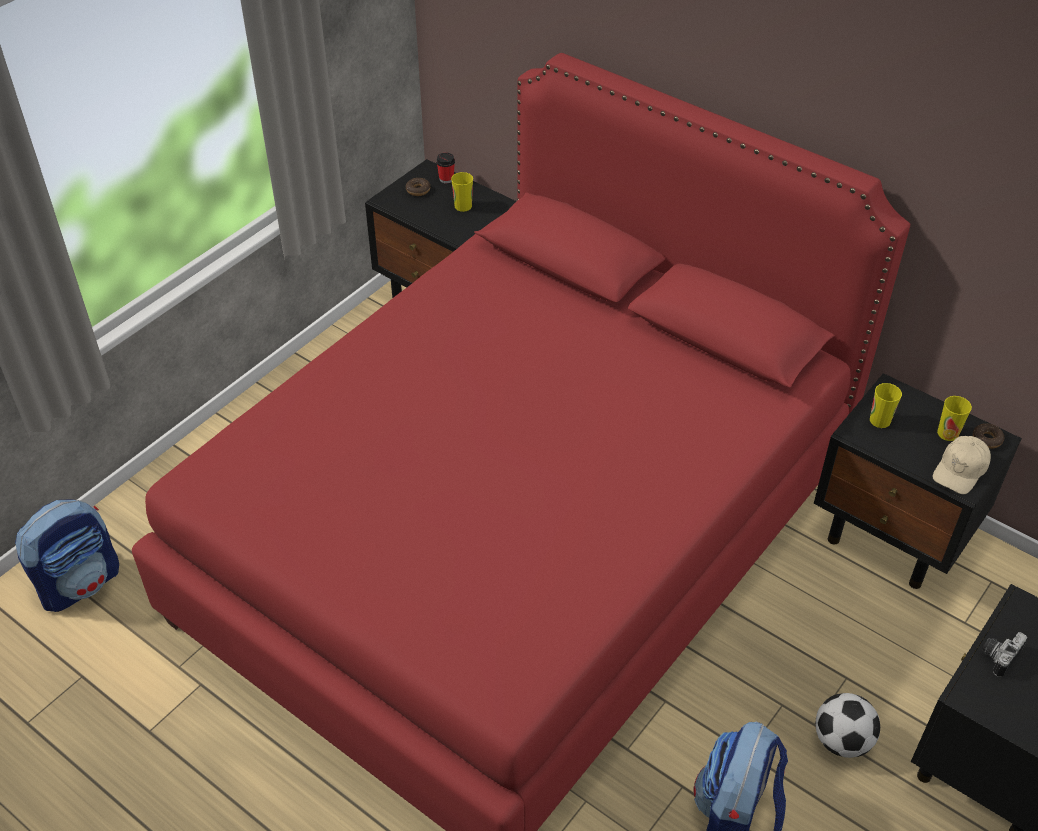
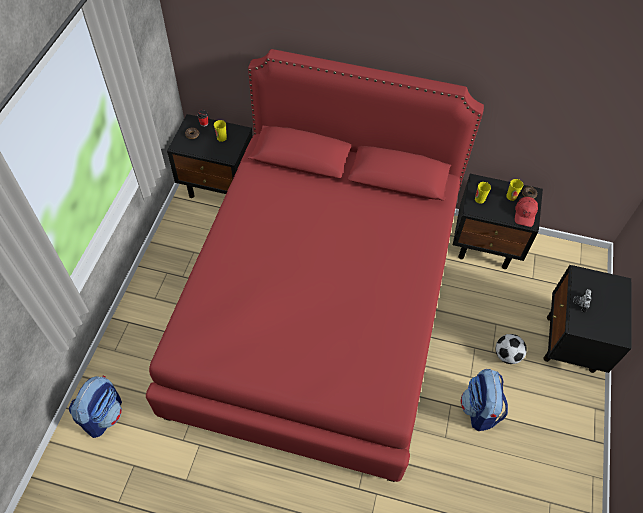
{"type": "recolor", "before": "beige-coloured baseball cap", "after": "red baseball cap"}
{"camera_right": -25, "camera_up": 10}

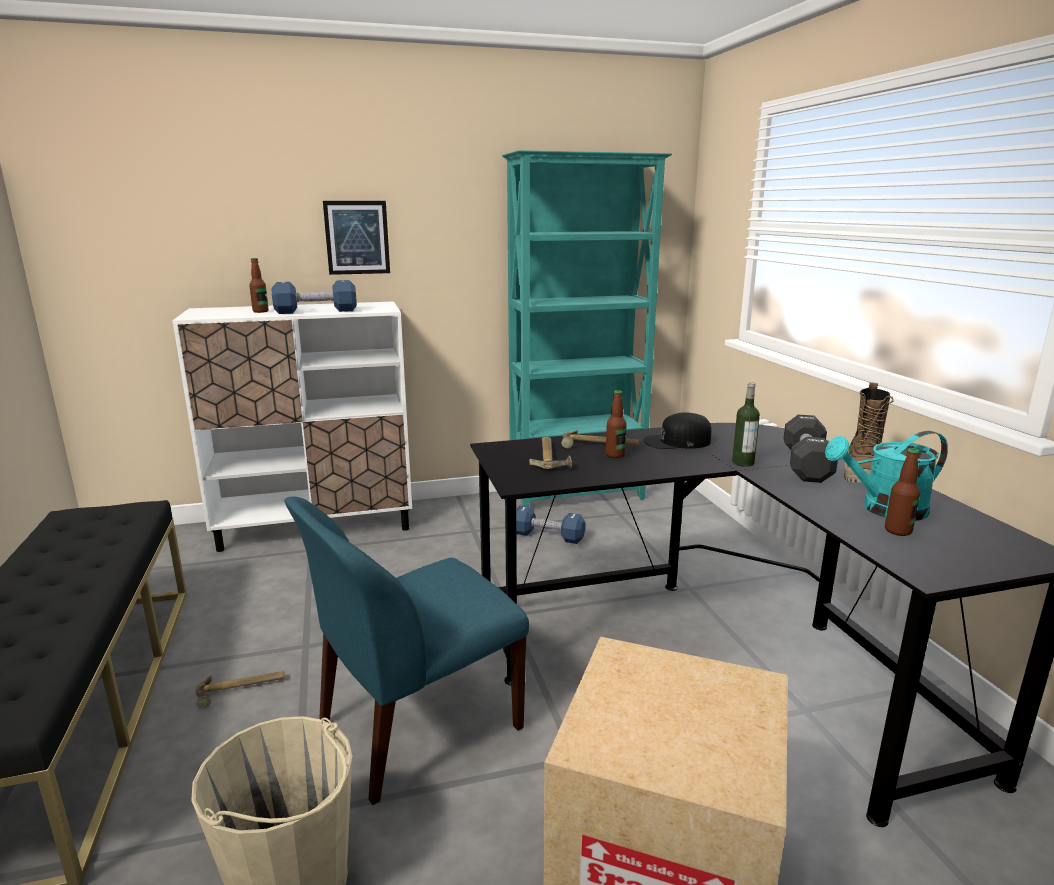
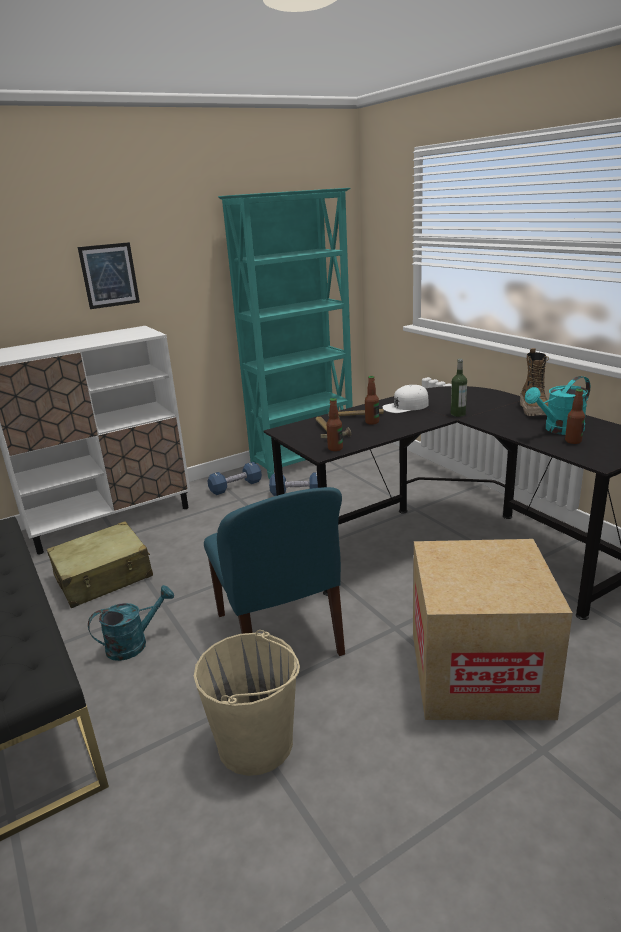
{"type": "move", "before": "bottle (1st from left)"}
{"type": "move", "before": "blue-coloured dumbbell (1st from left)"}
{"type": "recolor", "before": "blackish baseball cap", "after": "white-coloured baseball cap"}
{"type": "delete", "before": "blackish dumbbell"}
{"type": "rotate", "before": "blue-coloured chair", "turn": -60}
{"type": "replace", "before": "tool hammer (1st from left)", "after": "turquoise-coloured sprinkling can (1st from left)"}
{"type": "insert", "after": "beige-coloured suitcase"}
{"camera_right": -15, "camera_up": 5}

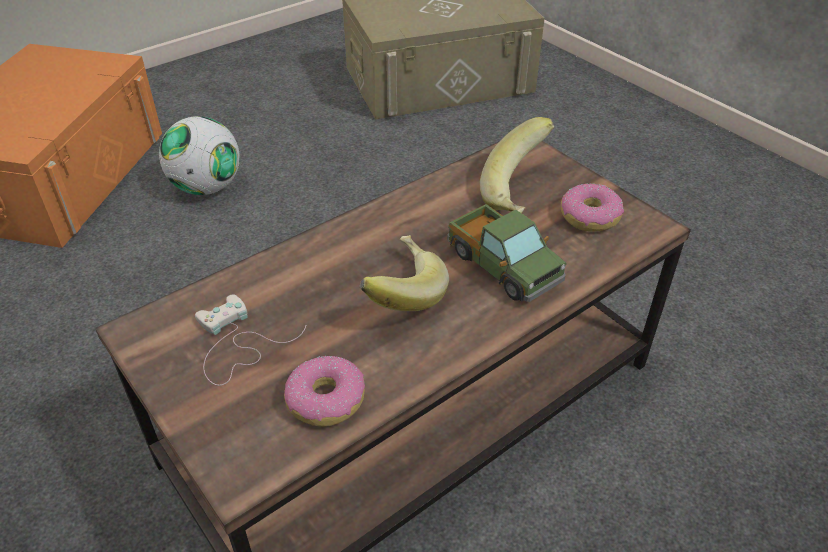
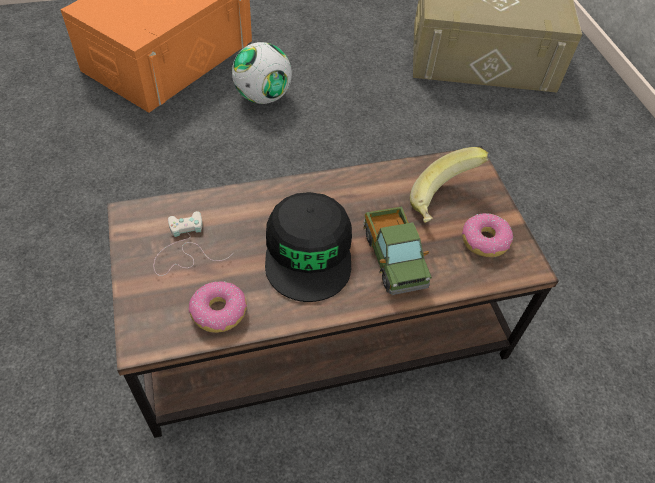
{"type": "replace", "before": "banana (1st from left)", "after": "blackish baseball cap"}
{"camera_right": 20, "camera_up": 10}

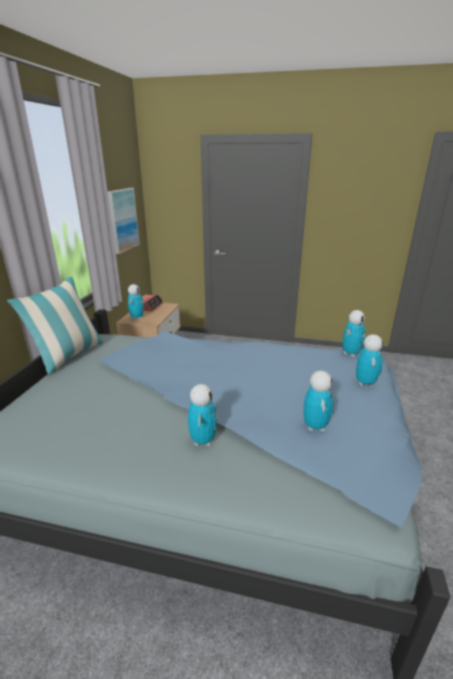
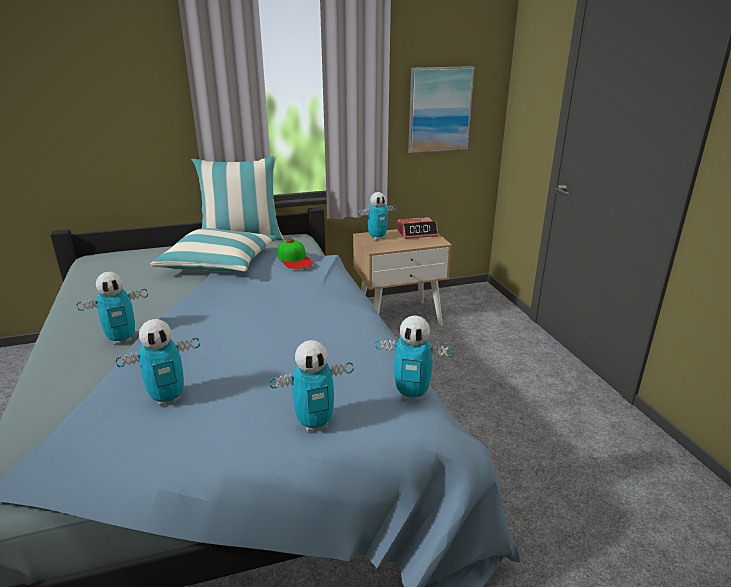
{"type": "insert", "after": "throw pillow (1st from left)"}
{"type": "insert", "after": "baseball cap"}
{"camera_right": 60, "camera_up": 0}

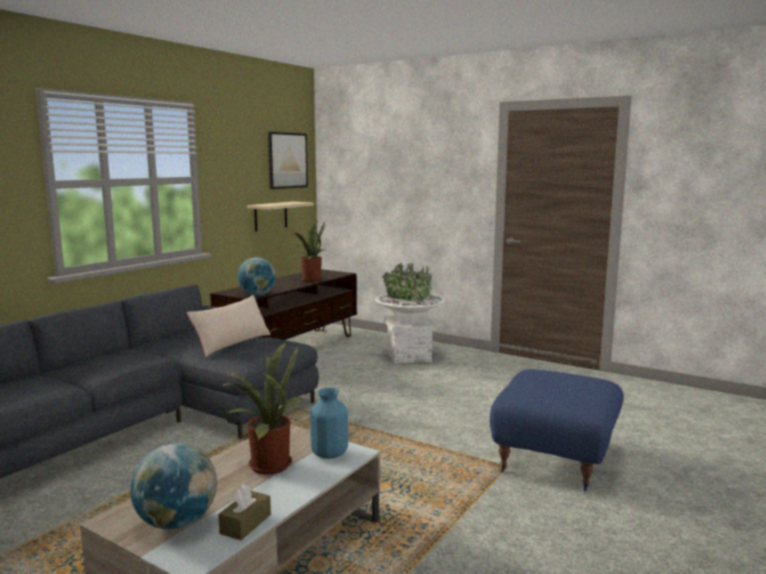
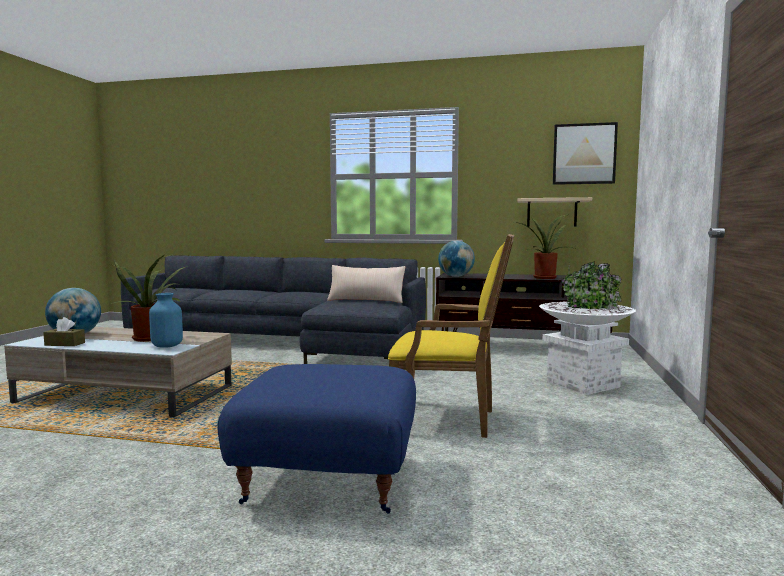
{"type": "insert", "after": "yellow lounge chair"}
{"camera_right": 70, "camera_up": -5}

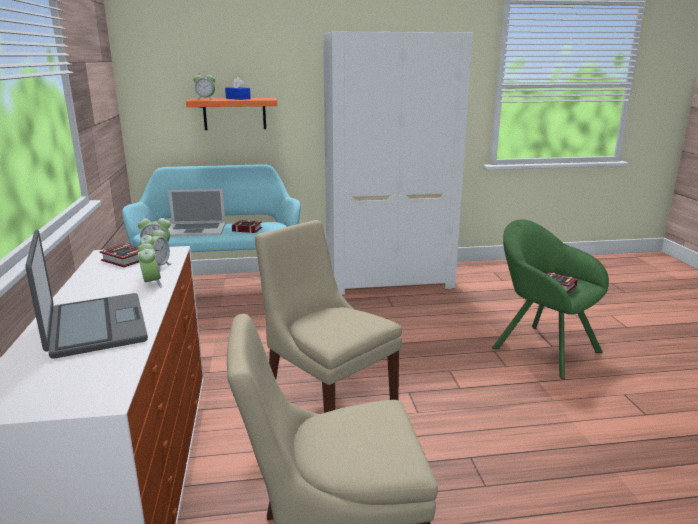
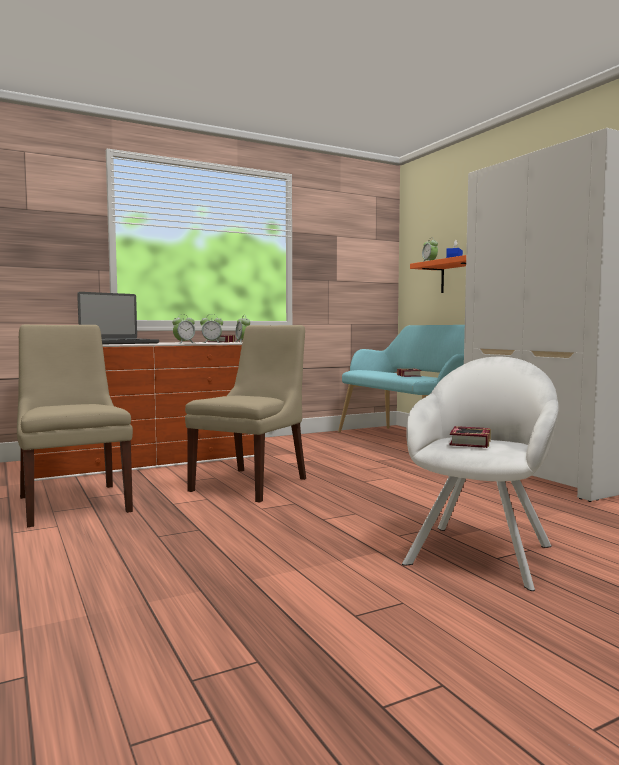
{"type": "delete", "before": "portable computer (2nd from left)"}
{"type": "recolor", "before": "green lounge chair", "after": "white-coloured lounge chair"}
{"camera_right": 70, "camera_up": -15}

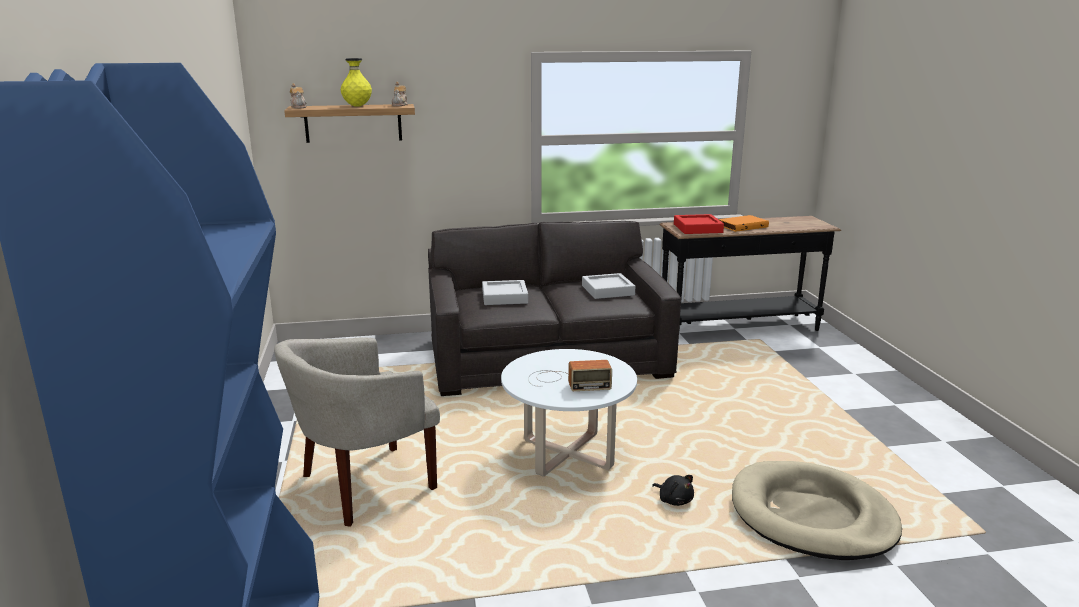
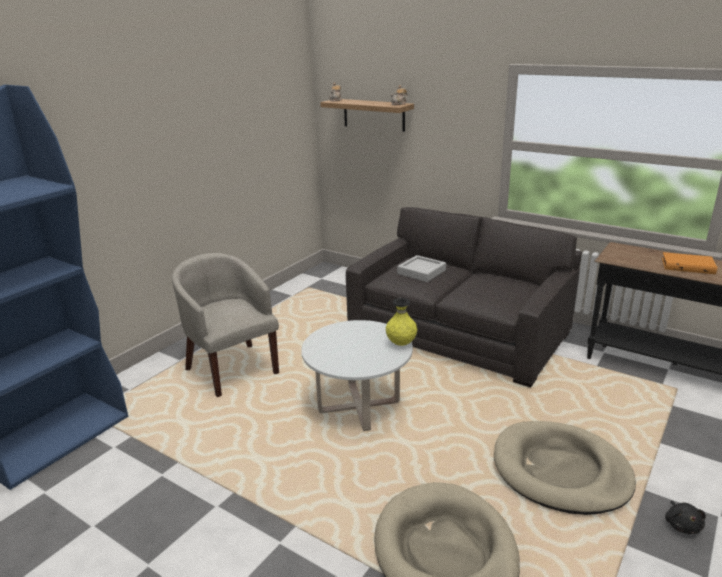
{"type": "move", "before": "yellow flower vase"}
{"type": "delete", "before": "red carrying tray"}
{"type": "delete", "before": "gray carrying tray (2nd from left)"}
{"type": "rotate", "before": "beige-coloured lounge chair", "turn": 45}
{"type": "delete", "before": "radio set"}
{"type": "move", "before": "blackish soft toy"}
{"type": "insert", "after": "beige-coloured pet bed (2nd from left)"}
{"camera_right": 45, "camera_up": 5}

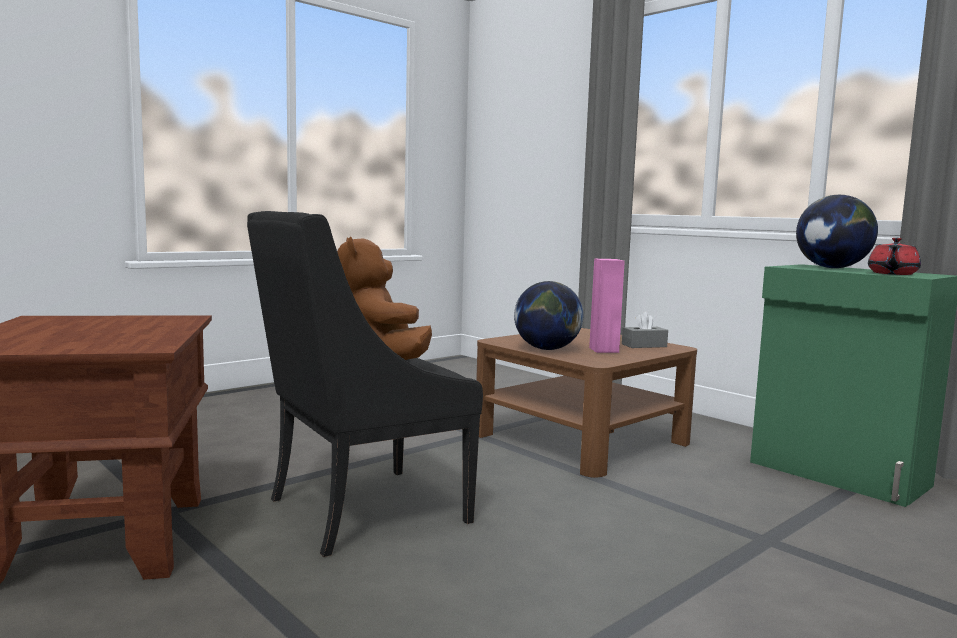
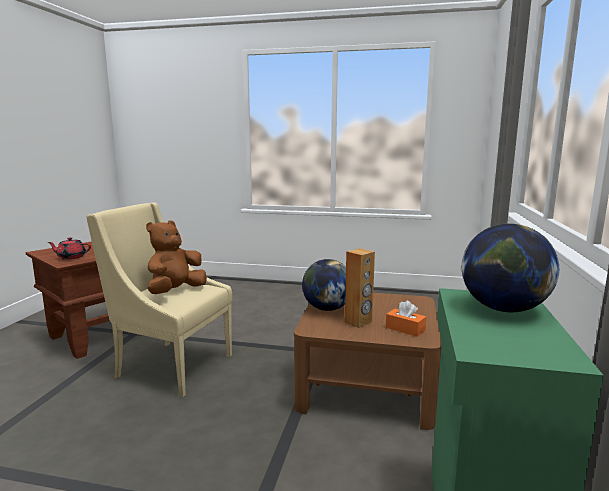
{"type": "recolor", "before": "blackish lounge chair", "after": "beige-coloured lounge chair"}
{"type": "move", "before": "red tea pot"}
{"type": "recolor", "before": "pink-coloured audio speaker", "after": "brown-coloured audio speaker"}
{"type": "recolor", "before": "gray tissue box", "after": "orange-coloured tissue box"}
{"camera_right": 55, "camera_up": 5}

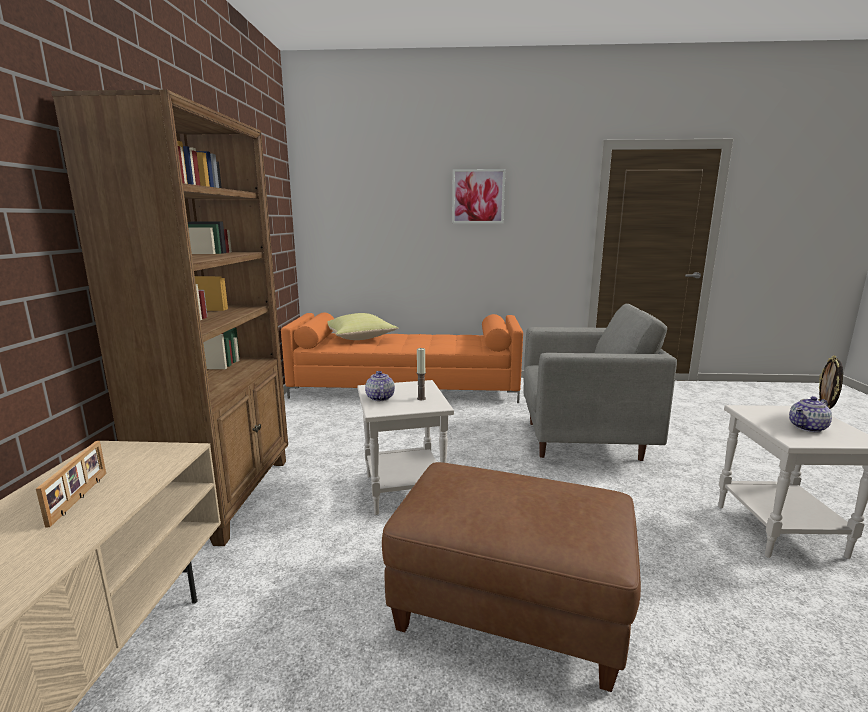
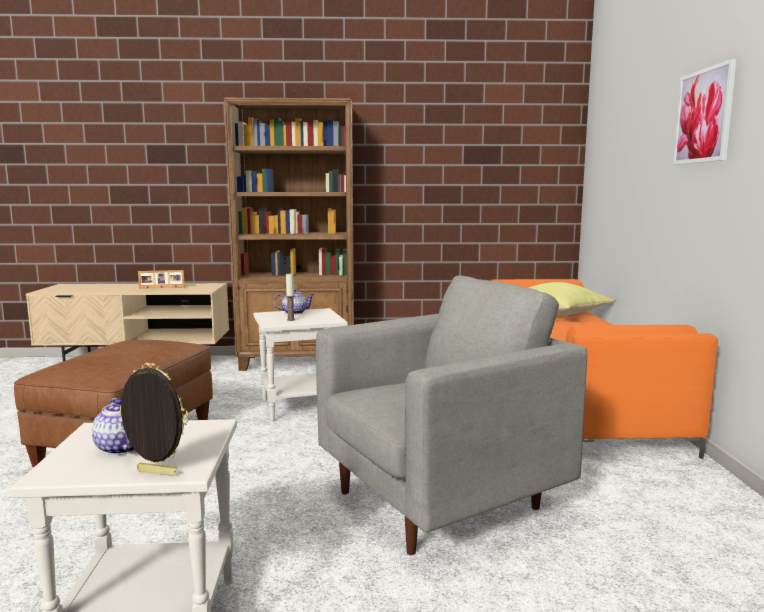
{"type": "rotate", "before": "gray lounge chair", "turn": -120}
{"camera_right": 85, "camera_up": -5}

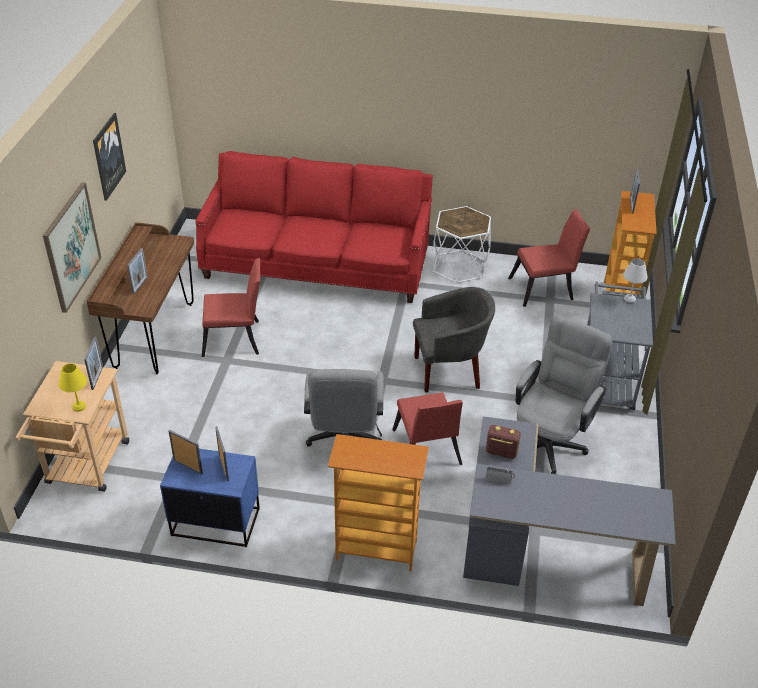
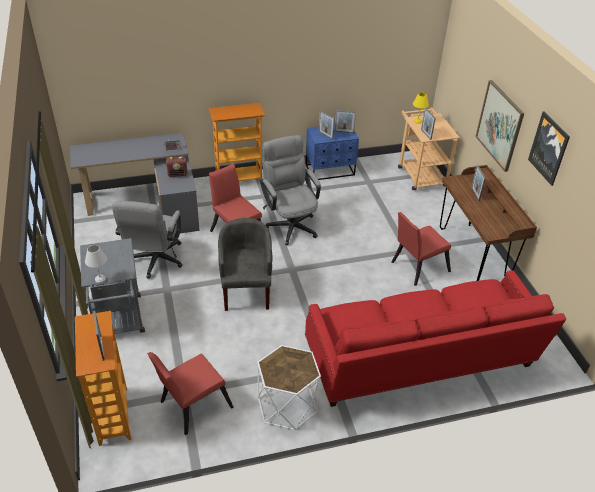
{"type": "rotate", "before": "gray lounge chair", "turn": 120}
{"camera_right": 155, "camera_up": 0}

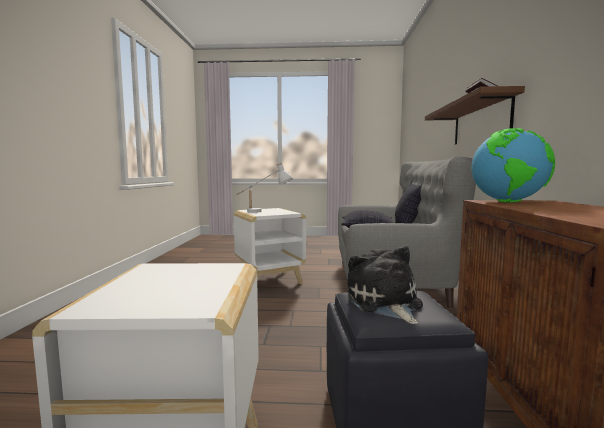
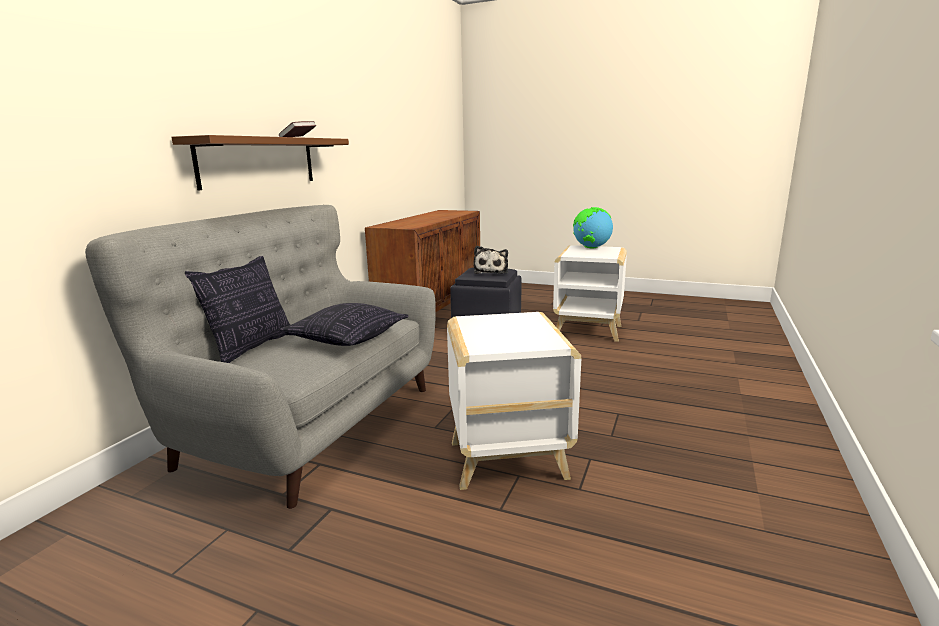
{"type": "move", "before": "world globe"}
{"type": "delete", "before": "white-coloured tabletop lamp"}
{"camera_right": -160, "camera_up": 10}

